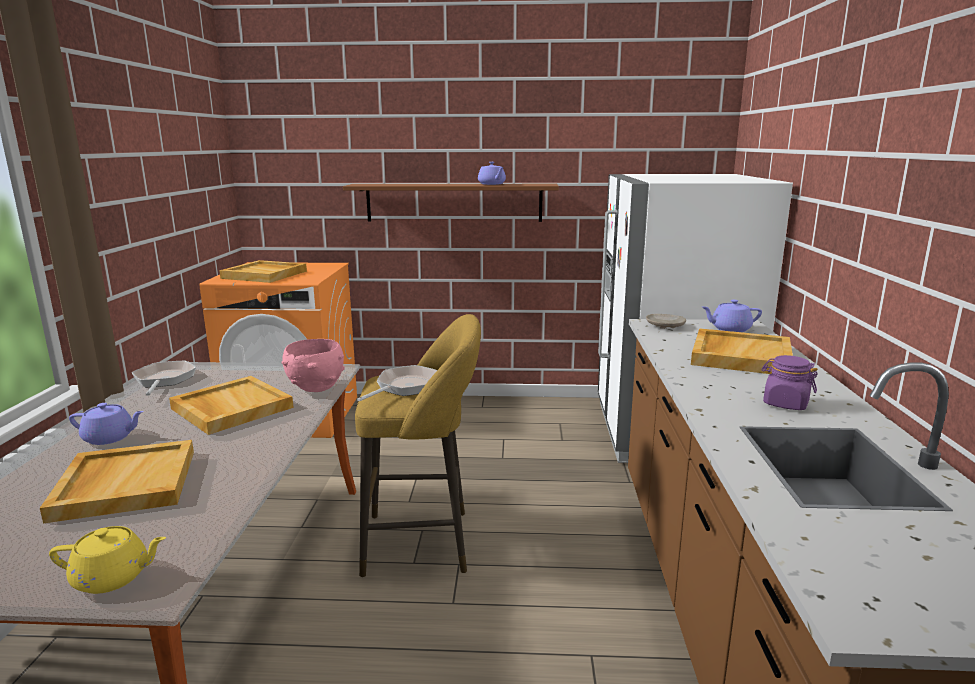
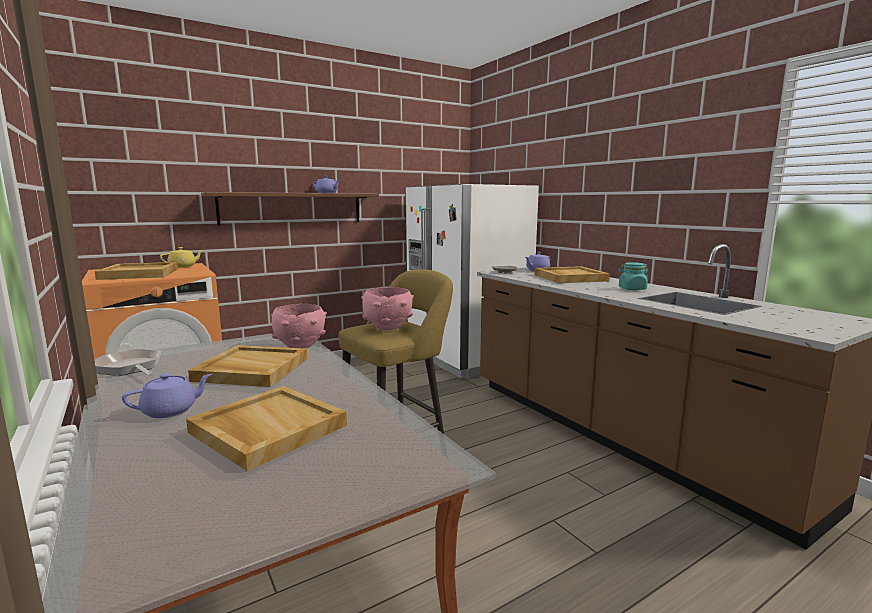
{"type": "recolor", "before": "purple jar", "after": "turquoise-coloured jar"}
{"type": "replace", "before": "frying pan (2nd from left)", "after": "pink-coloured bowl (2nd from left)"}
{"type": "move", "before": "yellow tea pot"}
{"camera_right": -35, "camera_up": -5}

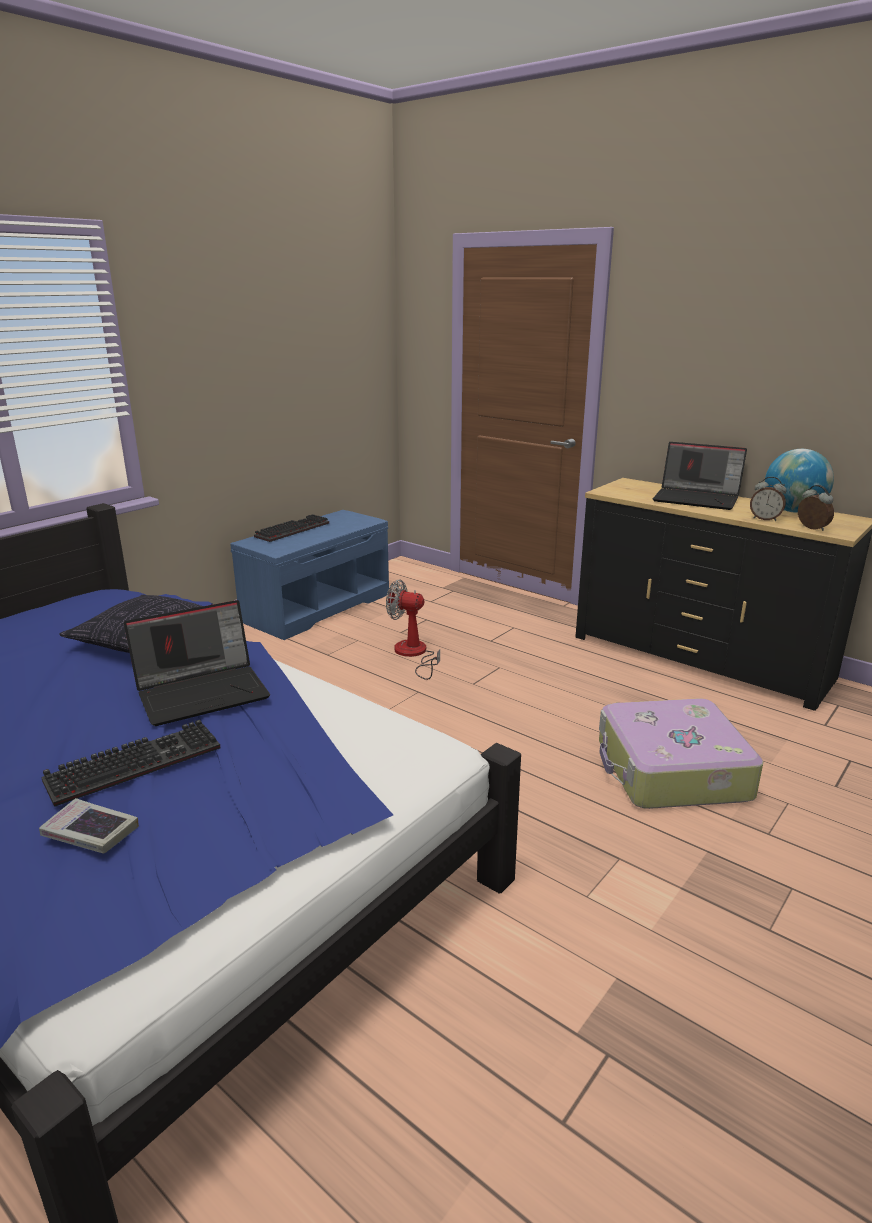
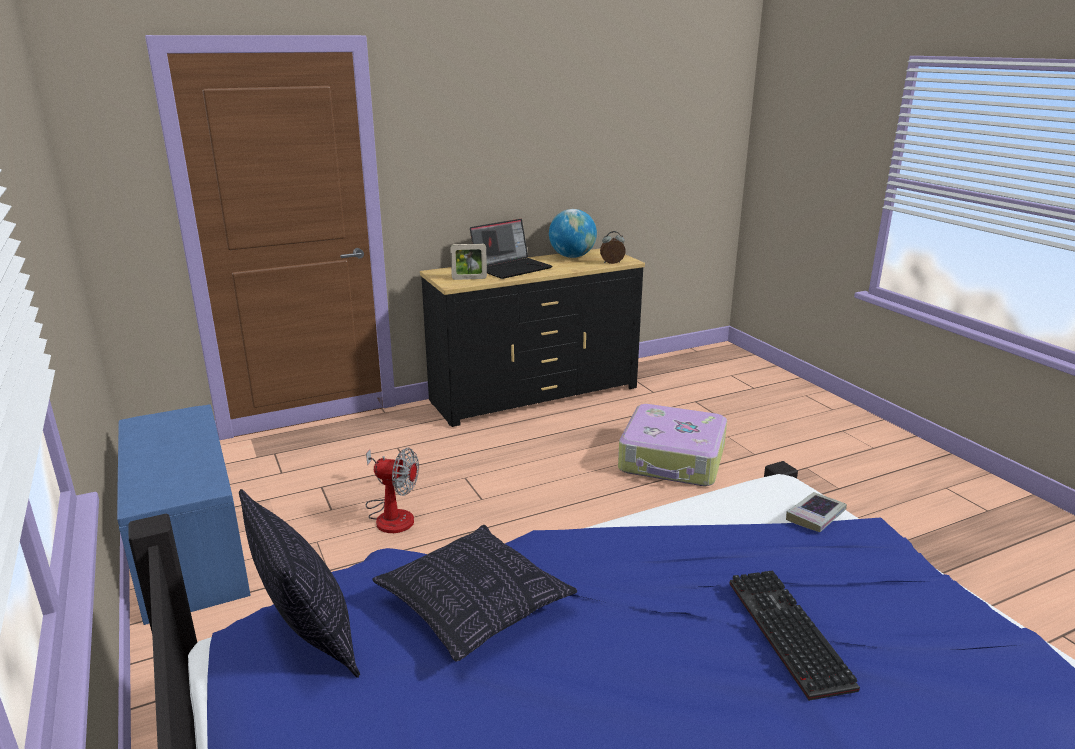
{"type": "delete", "before": "table clock (1st from left)"}
{"type": "delete", "before": "keyboard (2nd from left)"}
{"type": "rotate", "before": "fan", "turn": -120}
{"type": "delete", "before": "portable computer (1st from left)"}
{"type": "move", "before": "bound book"}
{"type": "insert", "after": "photo frame"}
{"type": "insert", "after": "throw pillow (1st from left)"}
{"camera_right": -65, "camera_up": 0}

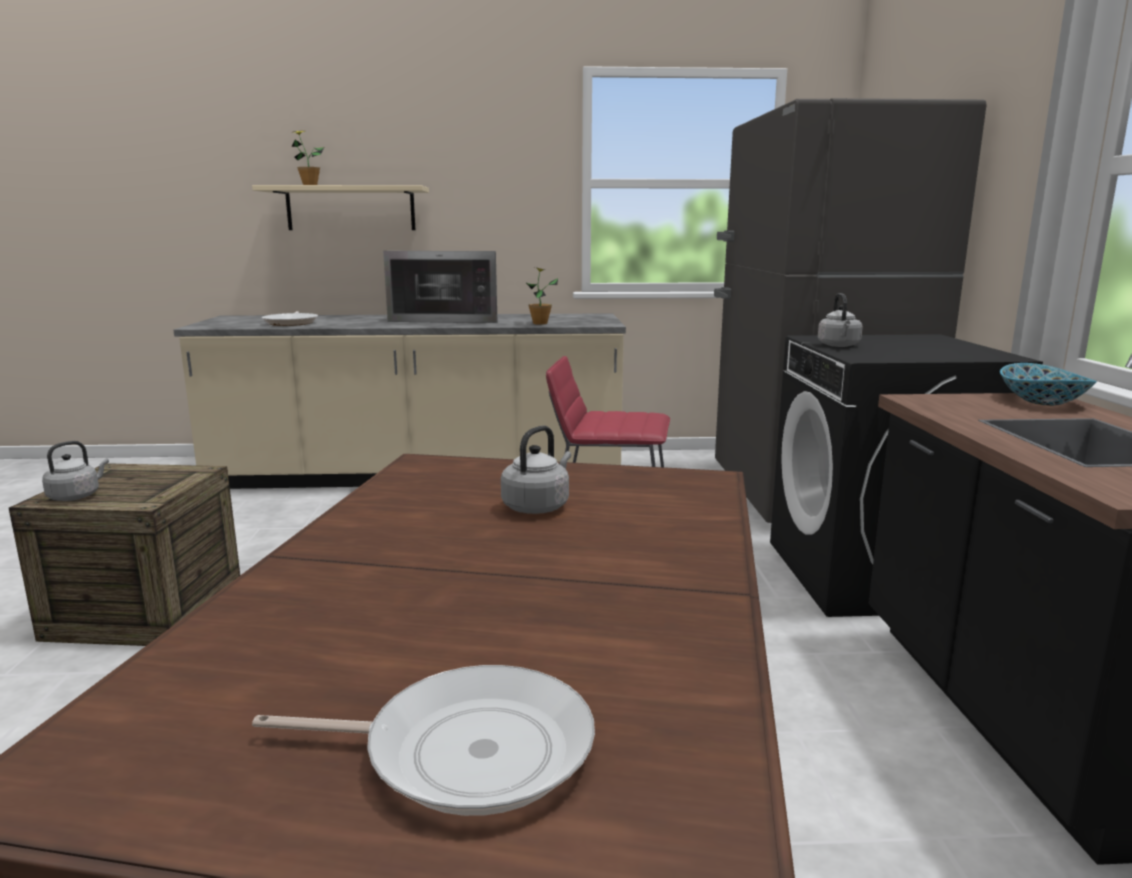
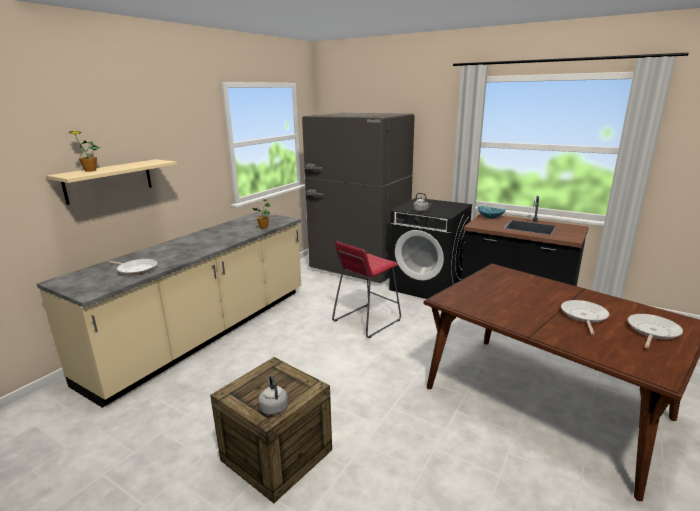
{"type": "delete", "before": "microwave oven"}
{"type": "delete", "before": "gray water kettle (2nd from left)"}
{"type": "insert", "after": "frying pan (2nd from left)"}
{"camera_right": -55, "camera_up": 5}

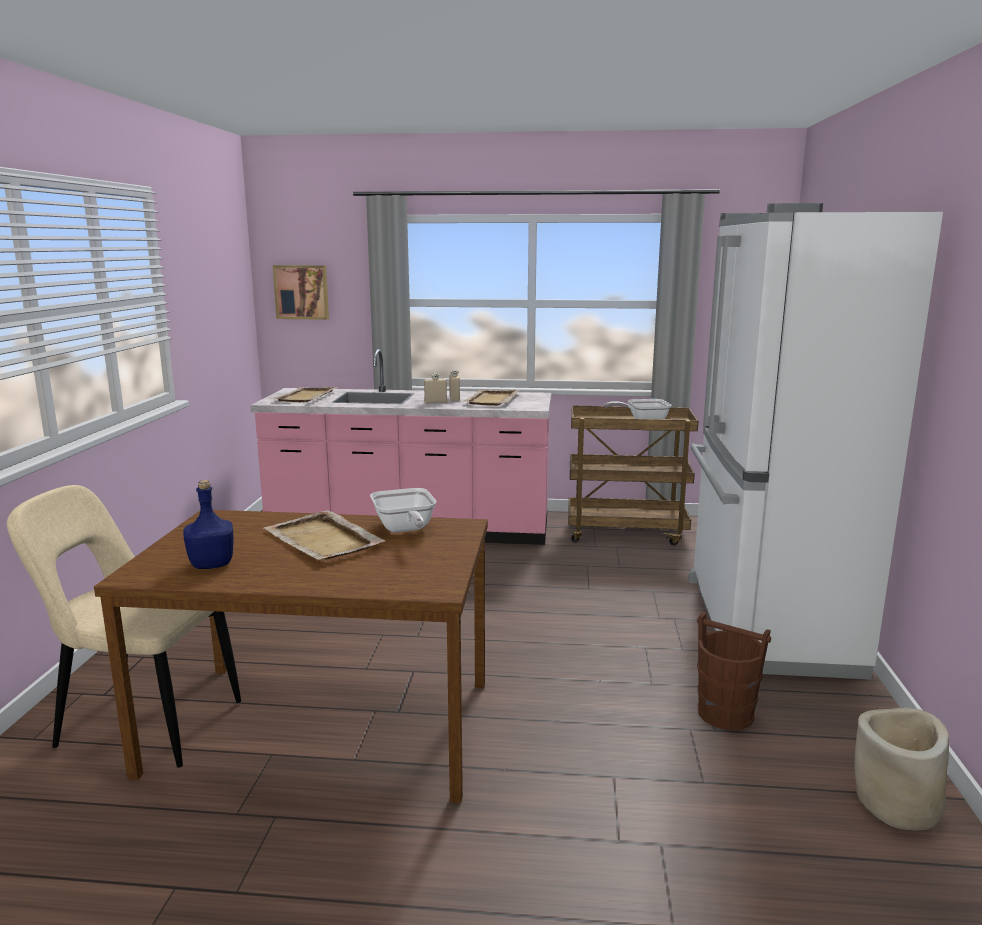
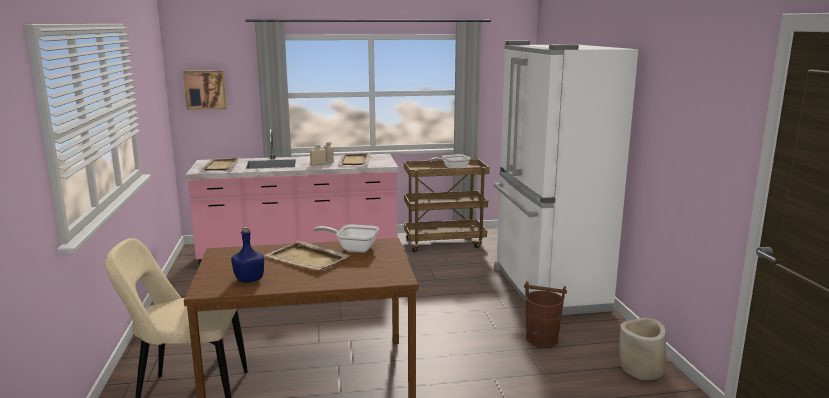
{"type": "rotate", "before": "frying pan (1st from left)", "turn": 135}
{"camera_right": -15, "camera_up": 0}

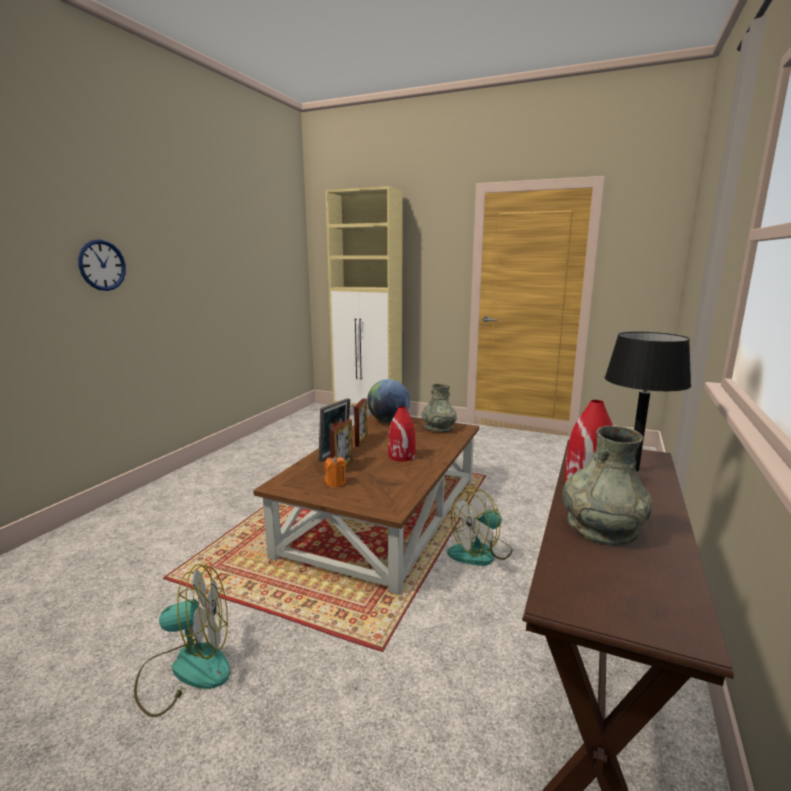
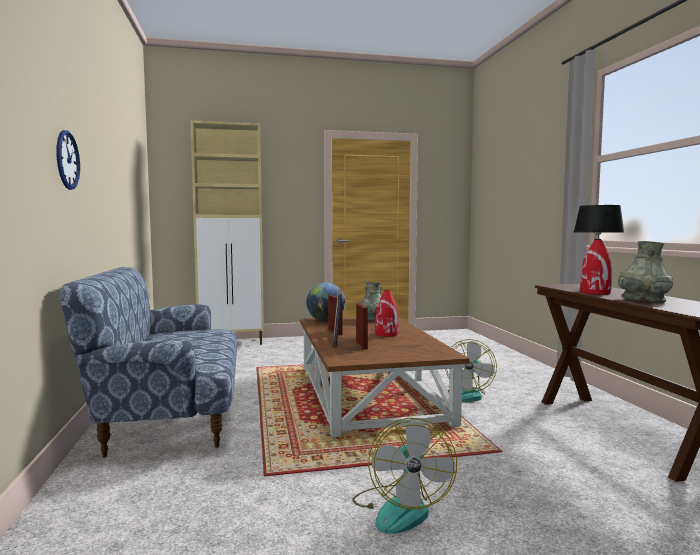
{"type": "delete", "before": "orange-coloured candle"}
{"type": "rotate", "before": "fan (1st from left)", "turn": 135}
{"type": "insert", "after": "couch"}
{"camera_right": -35, "camera_up": -10}

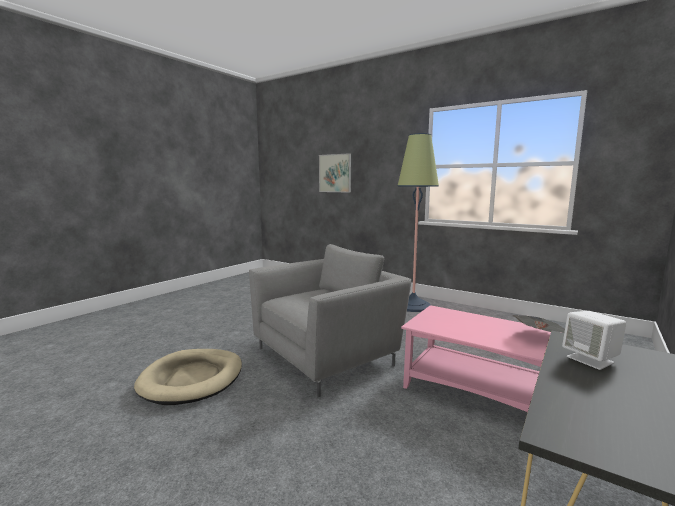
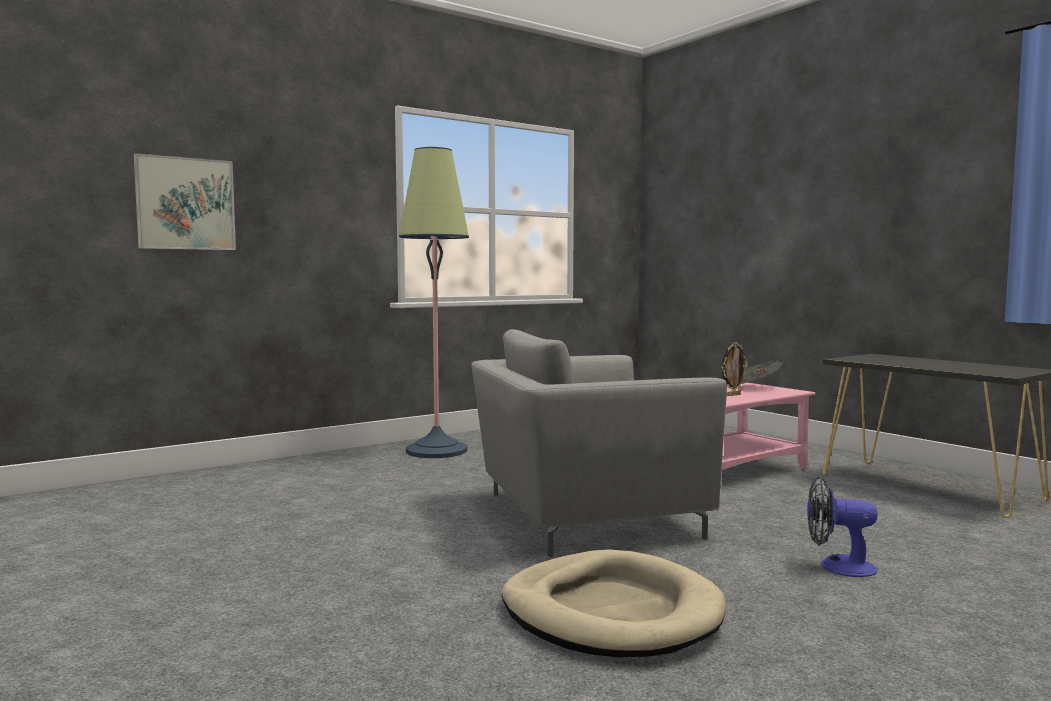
{"type": "rotate", "before": "gray lounge chair", "turn": -90}
{"type": "delete", "before": "white-coloured audio speaker"}
{"type": "insert", "after": "photo frame"}
{"type": "insert", "after": "fan"}
{"camera_right": -70, "camera_up": -5}

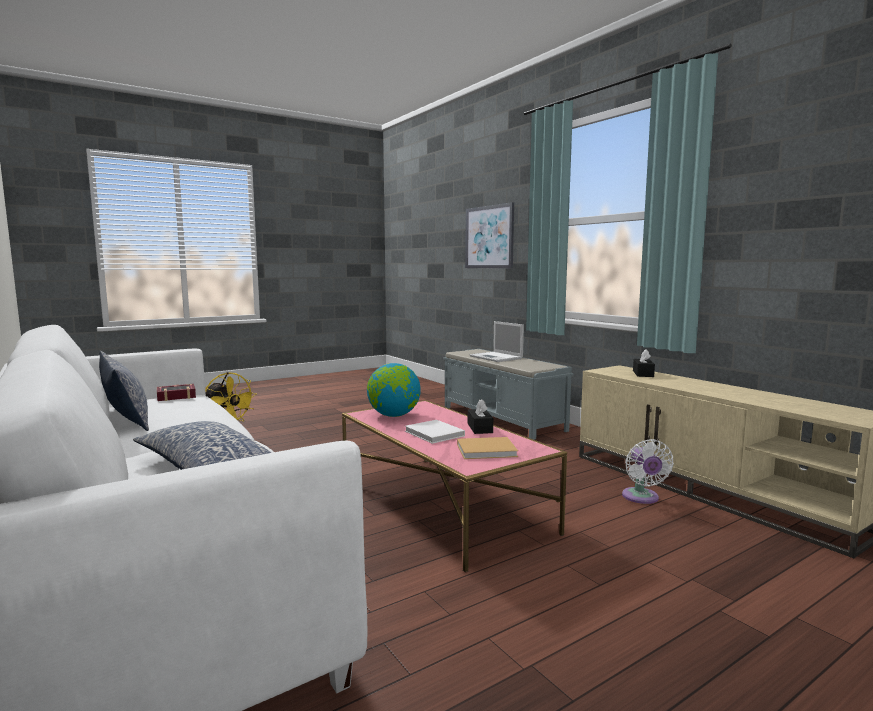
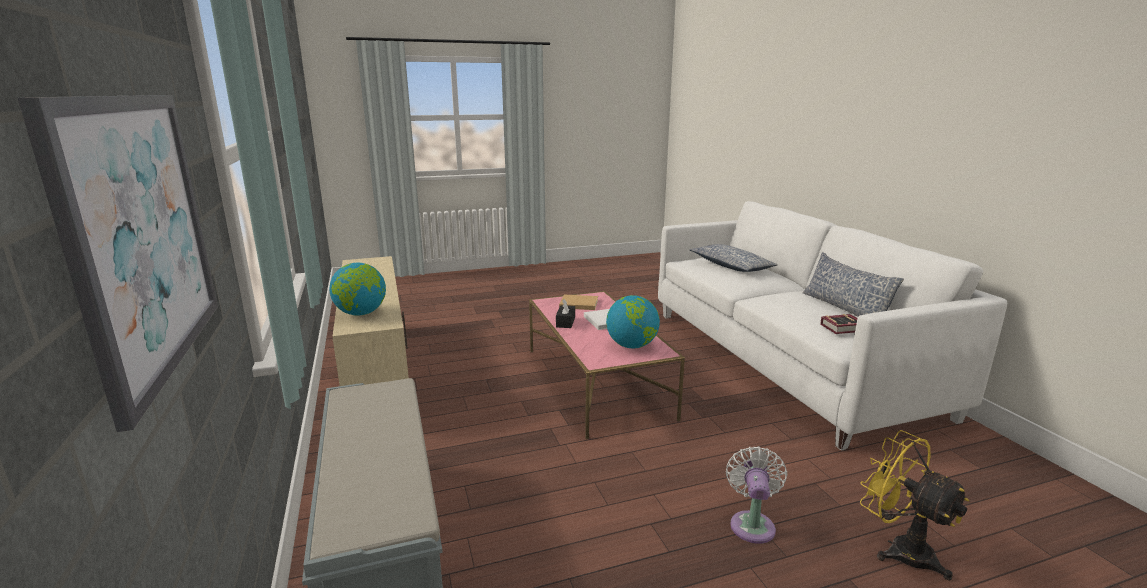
{"type": "delete", "before": "portable computer"}
{"type": "replace", "before": "blackish tissue box (2nd from left)", "after": "world globe (1st from left)"}
{"type": "move", "before": "white-coloured fan"}
{"camera_right": -165, "camera_up": 10}

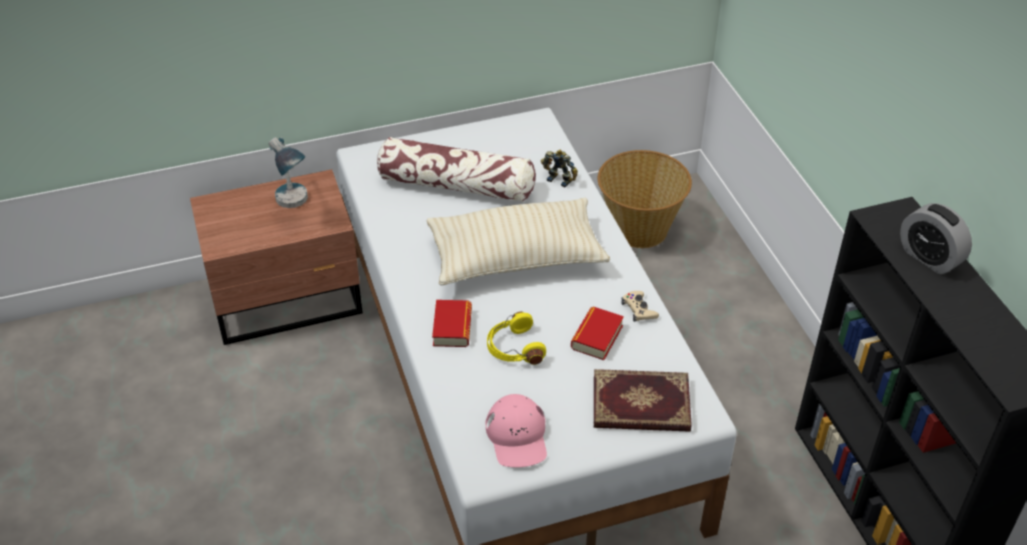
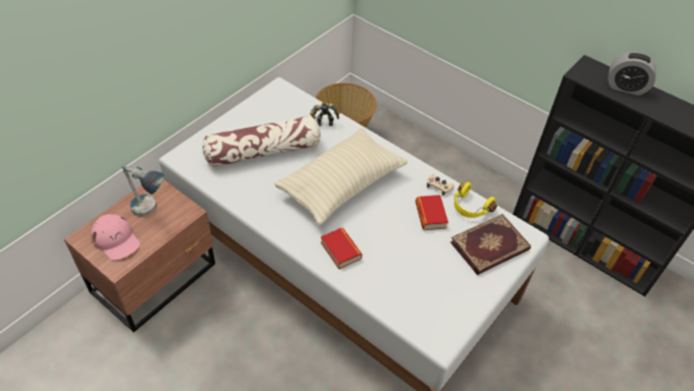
{"type": "move", "before": "yellow pair of headphones"}
{"type": "move", "before": "pink-coloured baseball cap"}
{"camera_right": -35, "camera_up": 5}

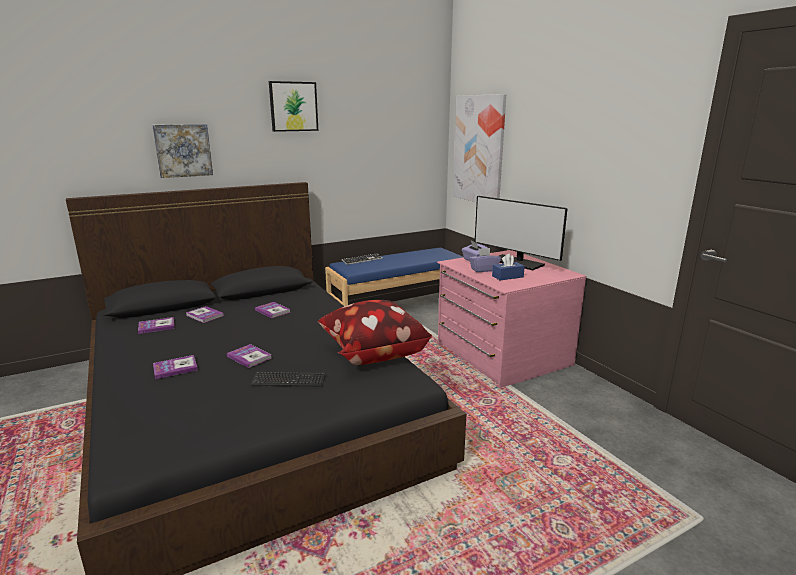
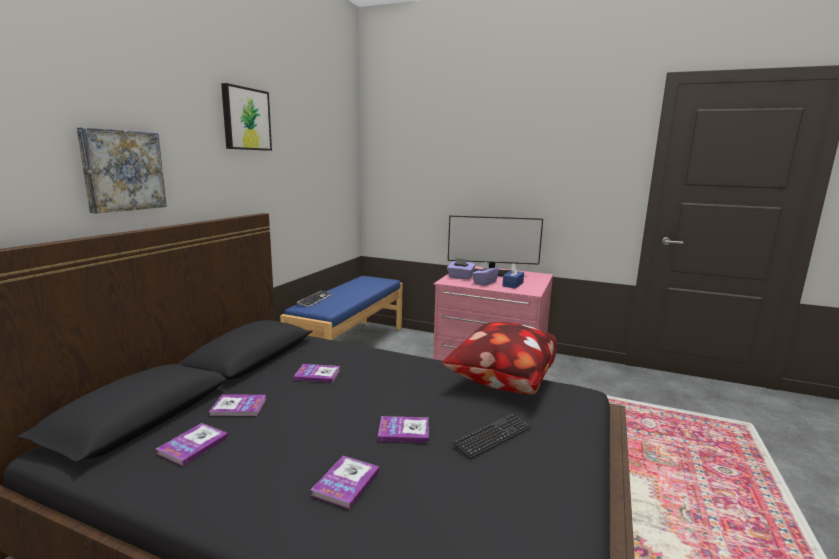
{"type": "delete", "before": "wall art (3rd from left)"}
{"camera_right": -40, "camera_up": -5}

